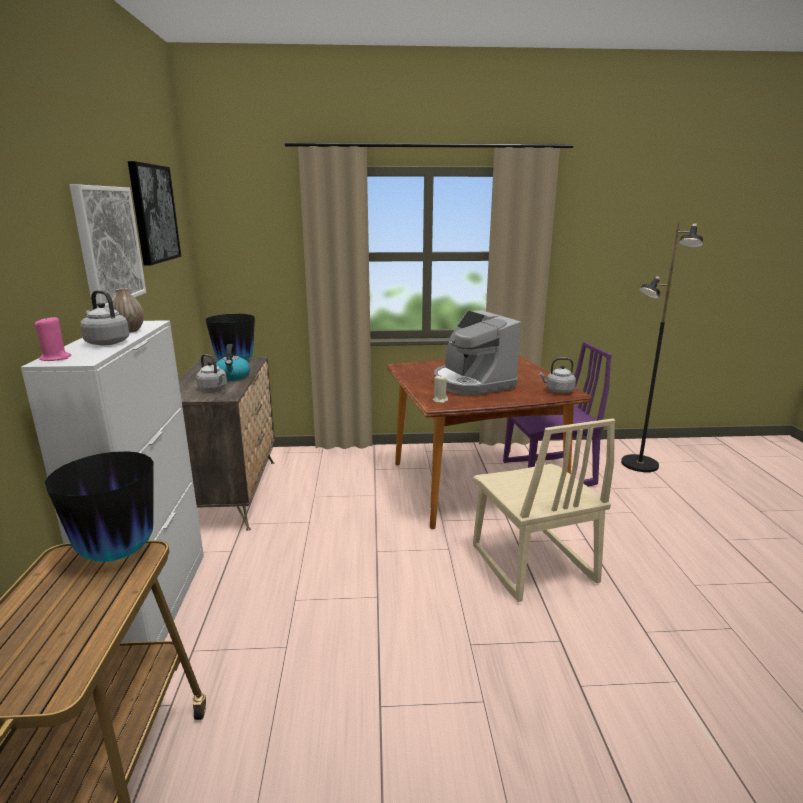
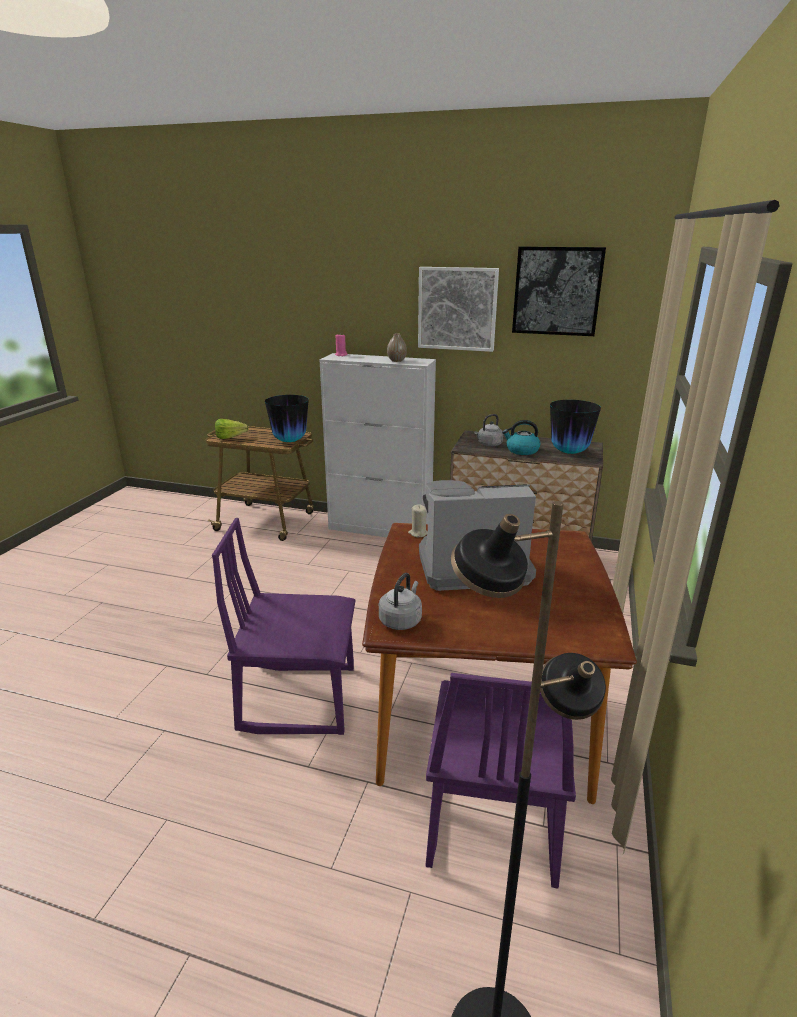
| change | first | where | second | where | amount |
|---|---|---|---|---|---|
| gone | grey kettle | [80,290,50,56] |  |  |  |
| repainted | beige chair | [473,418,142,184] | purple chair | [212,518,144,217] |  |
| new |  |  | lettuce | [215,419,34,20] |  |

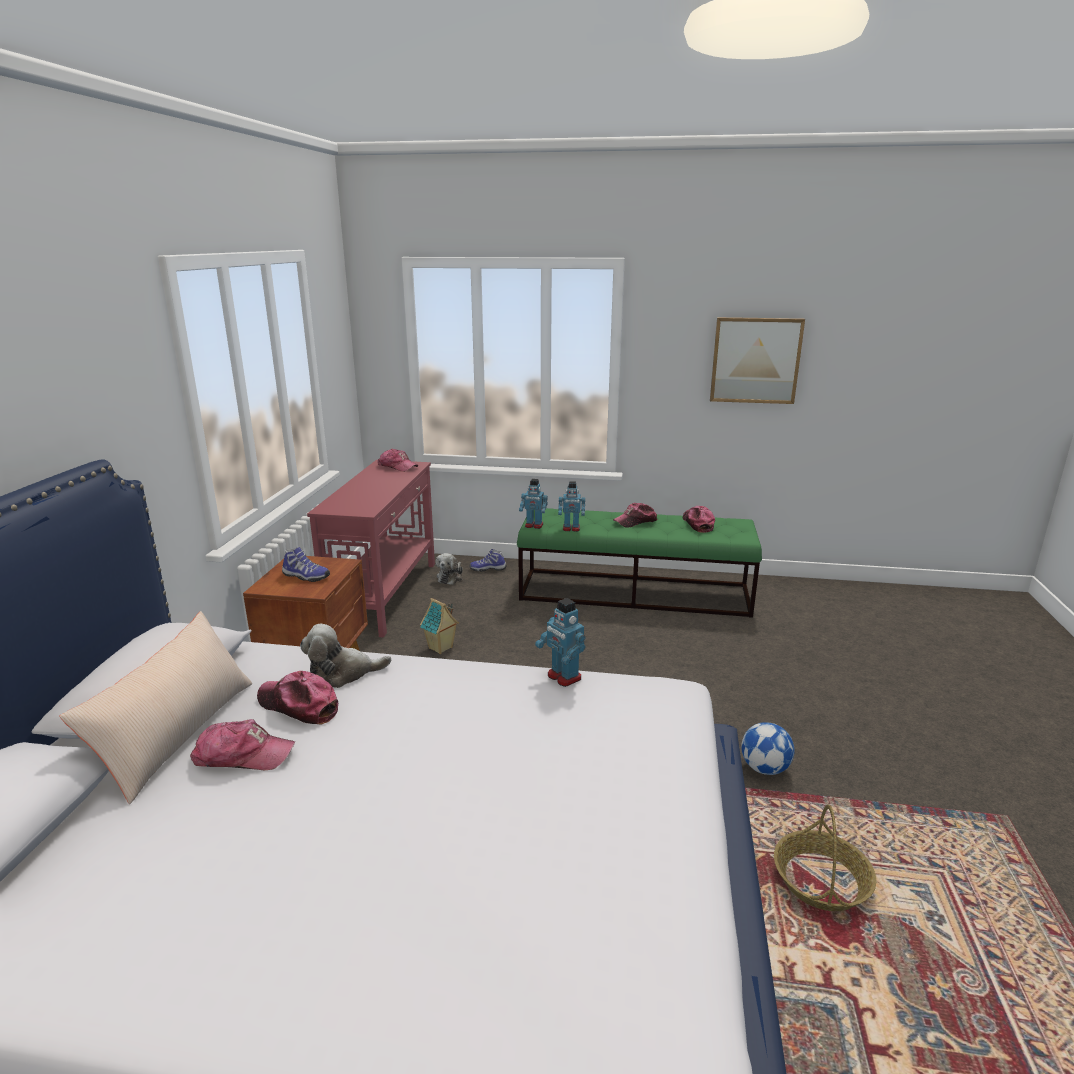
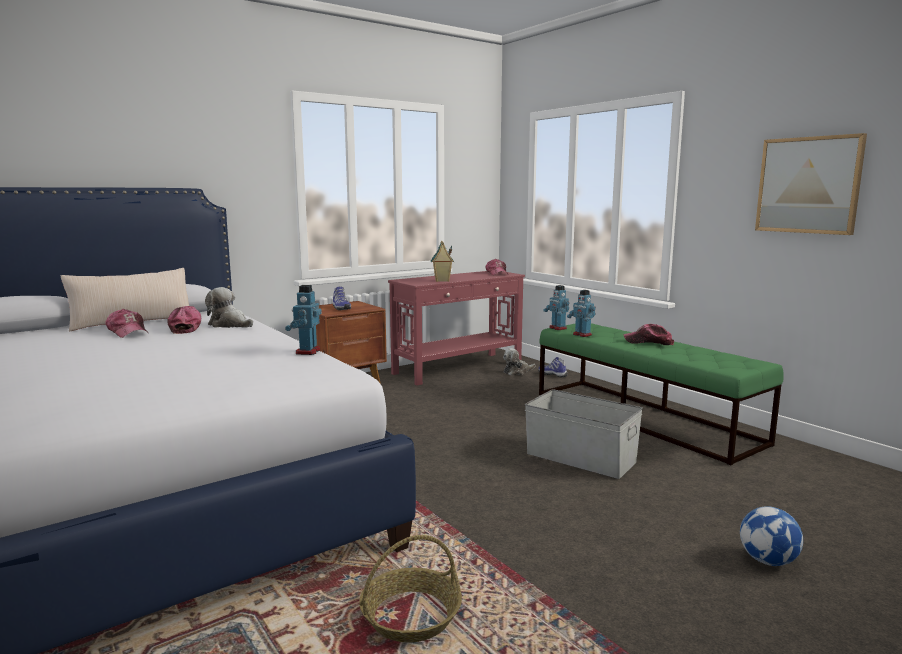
| change | first | where | second | where | amount |
|---|---|---|---|---|---|
| gone | cap | [683,506,32,27] |  |  |  |
| shifted | toy house | [420,598,39,56] |  | [431,241,23,41] |  |
| shifted | football | [741,722,54,53] |  | [740,506,63,60] |  |
| new |  |  | grey storage box | [525,389,118,90] |  |

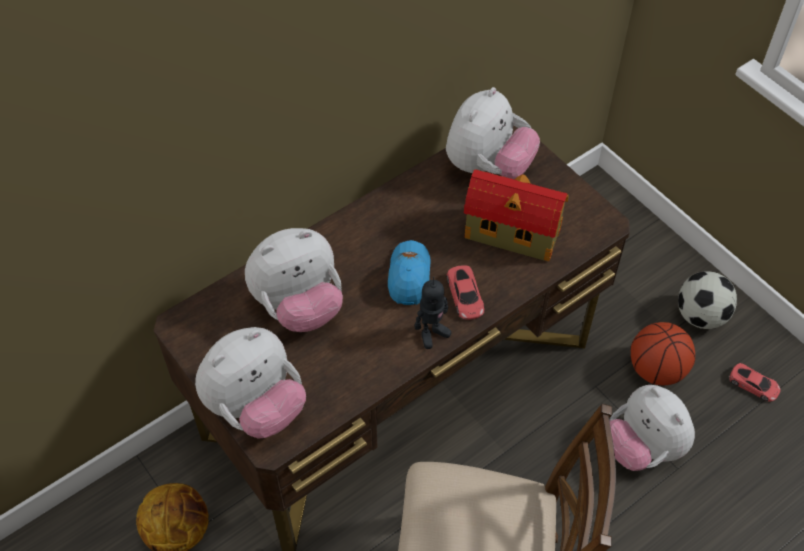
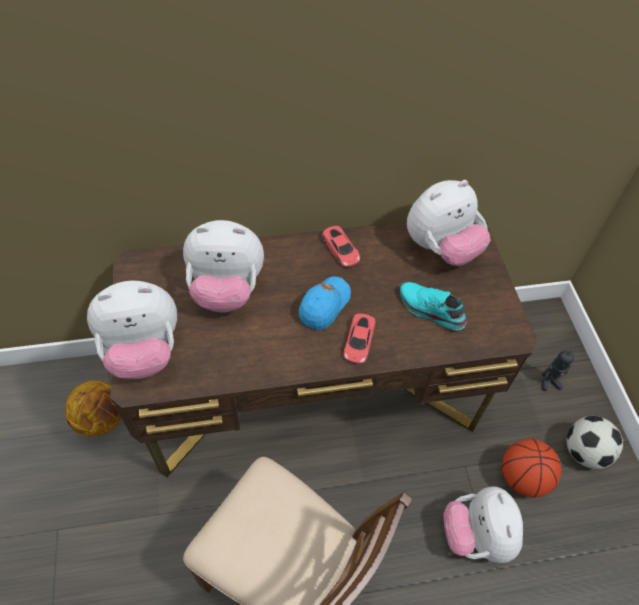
| change | first | where | second | where | amount |
|---|---|---|---|---|---|
| swapped | toy house | [464,169,104,92] | turquoise shoe | [400,282,67,48] |  |
| shifted | toy robot | [414,277,37,72] |  | [542,349,32,42] |  |
| shifted | red toy car | [729,363,51,39] |  | [322,226,38,41] |  |

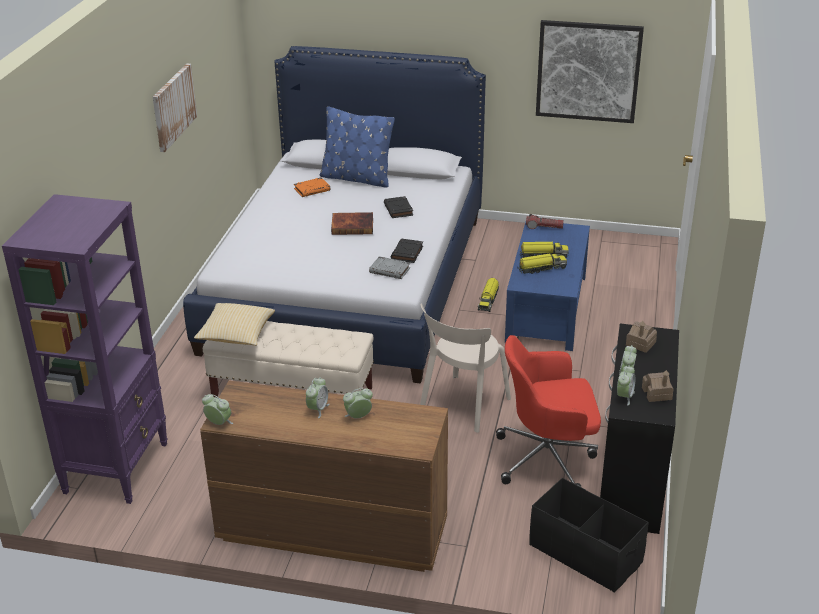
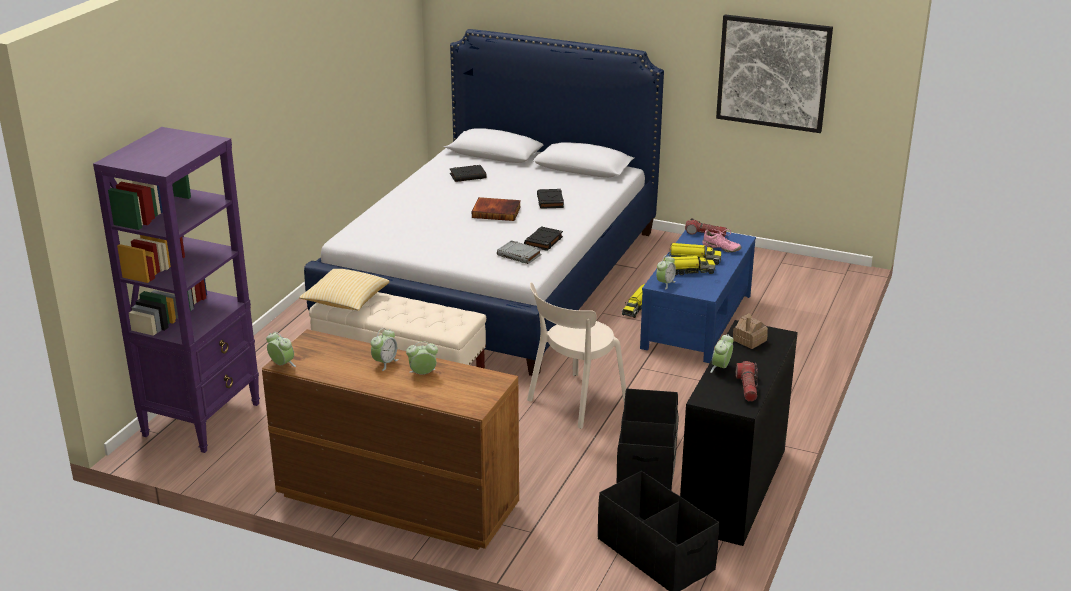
| change | first | where | second | where | amount |
|---|---|---|---|---|---|
| gone | picture | [153,63,44,89] |  |  |  |
| gone | blue pillow | [319,106,76,82] |  |  |  |
| repainted | orange book | [294,177,37,20] | black book | [450,165,37,17] |  |
| swapped | red office chair | [496,335,105,152] | black storage box | [616,388,62,103] |  |
| shifted | alarm clock | [617,365,18,40] |  | [656,255,20,34] |  |
| swapped | toy house | [642,370,32,32] | flashlight | [736,361,22,41] |  |
| new |  |  | pink shoe | [702,229,39,23] |  |

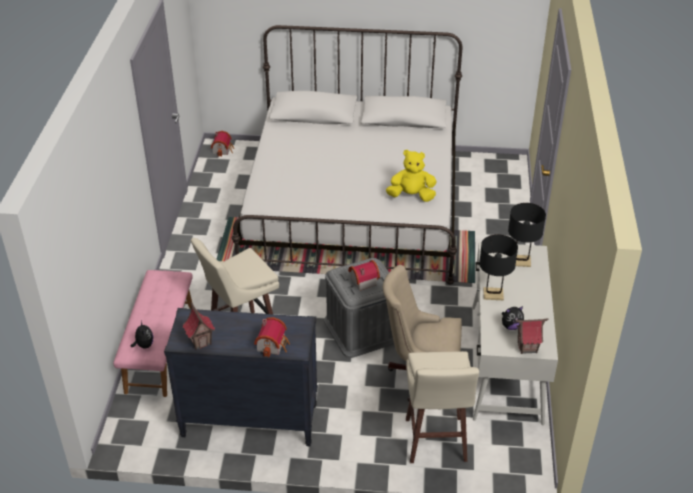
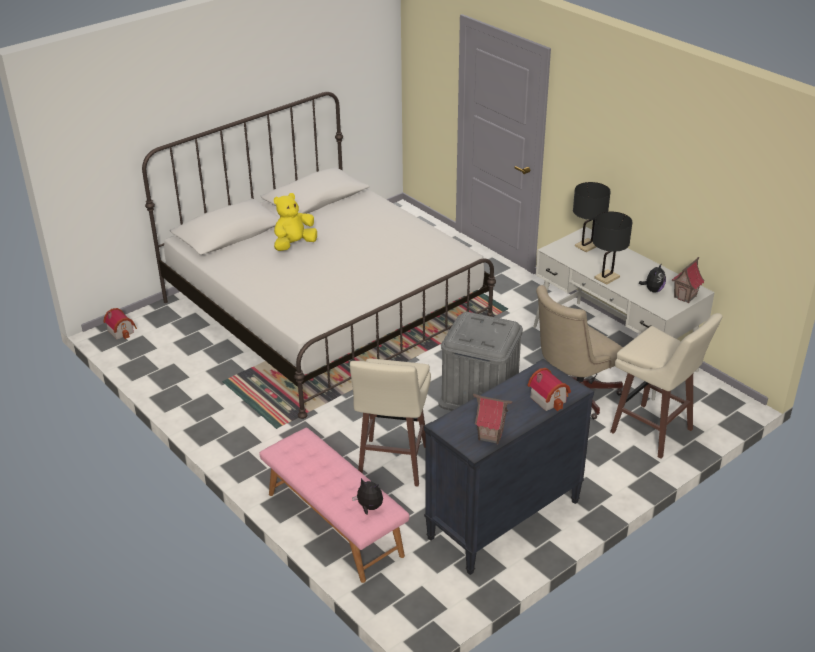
| change | first | where | second | where | amount |
|---|---|---|---|---|---|
| shifted | yellow plush toy | [386,150,50,52] |  | [274,193,43,58] |  |
| gone | toy house | [348,260,32,31] |  |  |  |

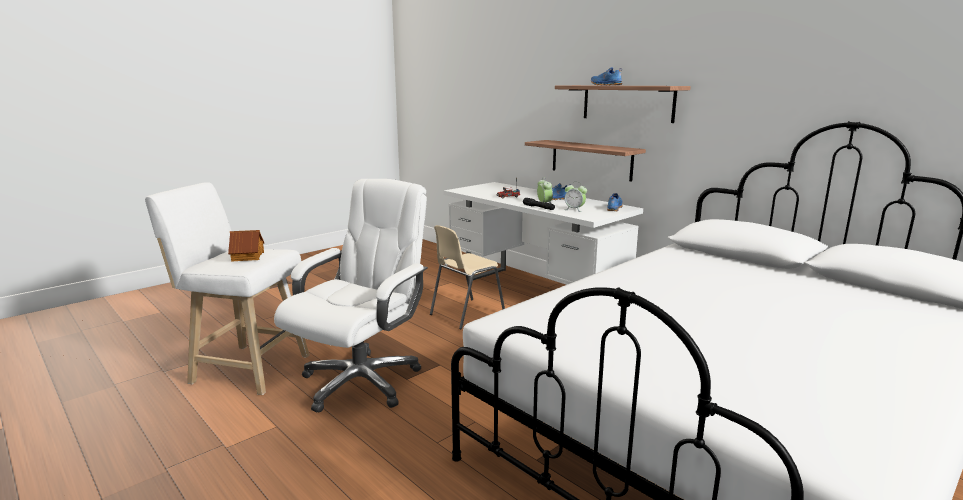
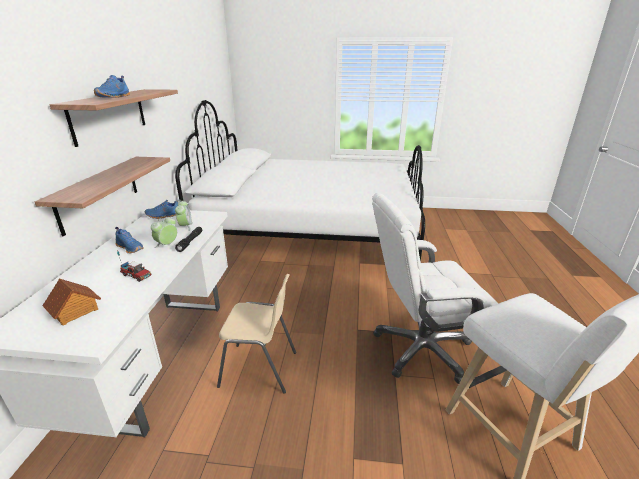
| change | first | where | second | where | amount |
|---|---|---|---|---|---|
| shifted | toy house | [228,230,36,32] |  | [42,278,59,47] |  |

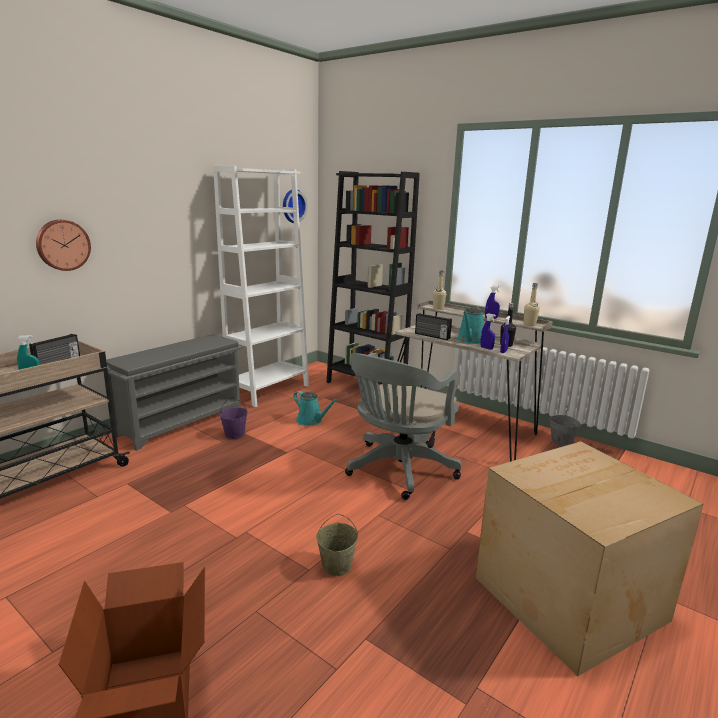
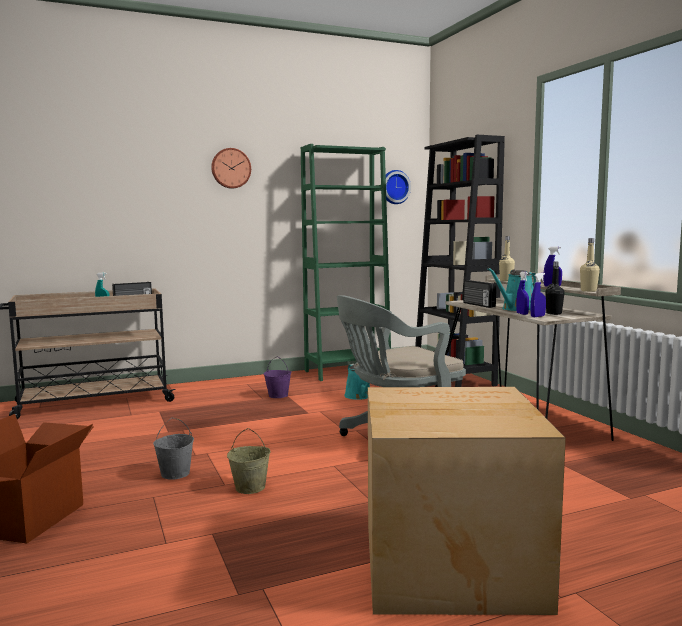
| change | first | where | second | where | amount |
|---|---|---|---|---|---|
| repainted | white bookcase | [213,166,96,241] | green bookcase | [301,144,90,237] |  |
| shifted | wall clock | [36,220,55,51] |  | [211,148,40,40] |  |
| gone | grey shoe rack | [103,334,140,117] |  |  |  |
| shifted | grey bucket | [549,406,32,41] |  | [153,418,41,61] |  |

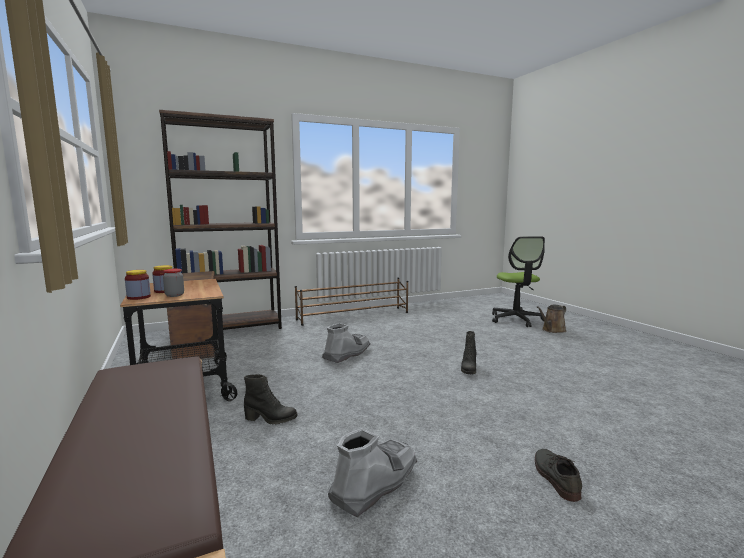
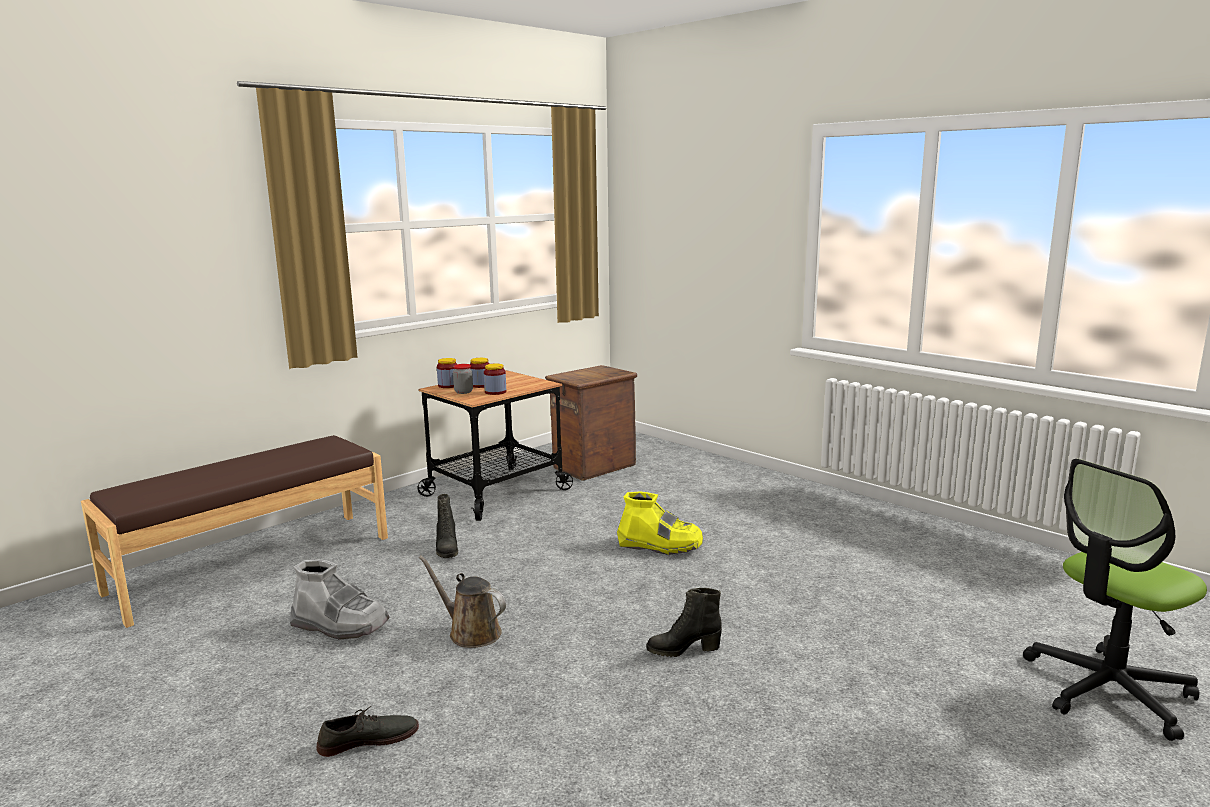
| change | first | where | second | where | amount |
|---|---|---|---|---|---|
| gone | brown bookcase | [159,110,123,220] |  |  |  |
| gone | brown shoe rack | [295,278,113,48] |  |  |  |
| shifted | brown watering can | [537,305,30,28] |  | [419,555,87,93] |  |
| repainted | grey boot | [322,323,48,40] | yellow boot | [617,491,86,64] |  |
| new |  |  | jar | [484,363,22,32] |  |

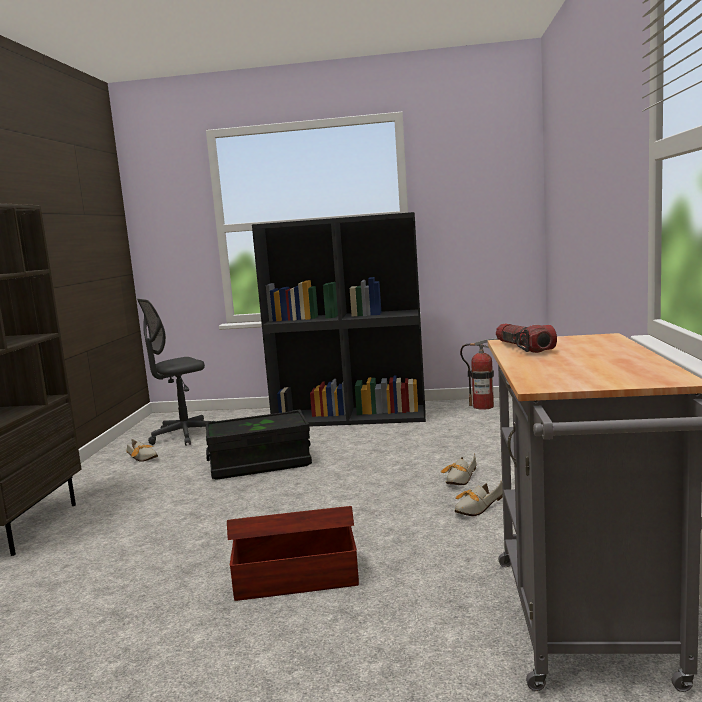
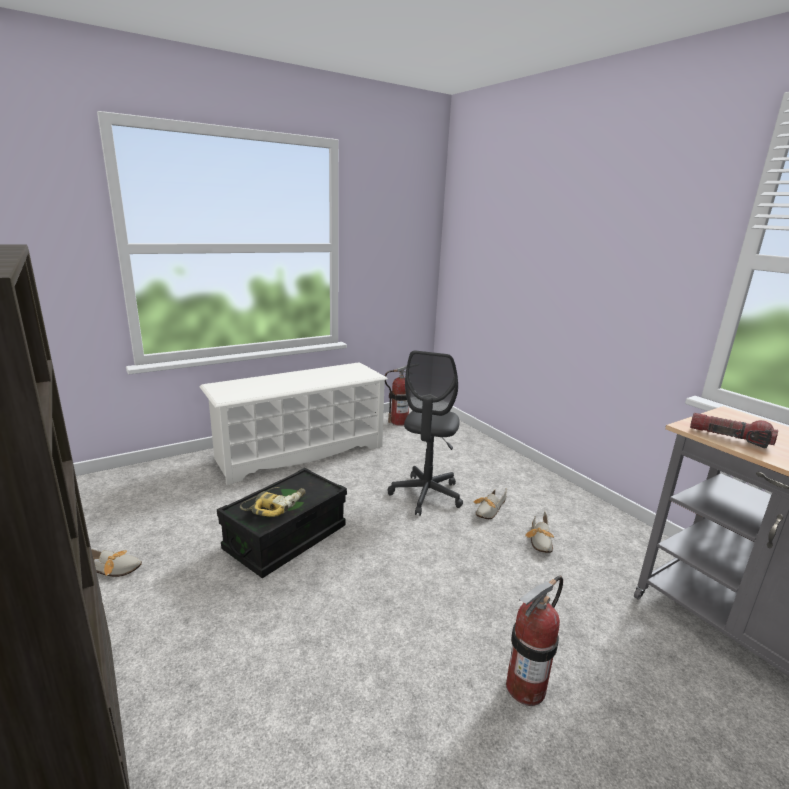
| change | first | where | second | where | amount |
|---|---|---|---|---|---|
| swapped | black bookcase | [252,212,174,215] | white shoe rack | [200,362,188,123] |  |
| shifted | grey office chair | [137,299,72,147] |  | [388,351,75,165] |  |
| rotated | shoe | [441,453,35,32] |  | [473,489,34,30] | 45 degrees clockwise |
| swapped | brown storage box | [227,506,132,95] | fire extinguisher | [506,576,57,130] |  |
| new |  |  | power drill | [240,487,65,30] |  |

